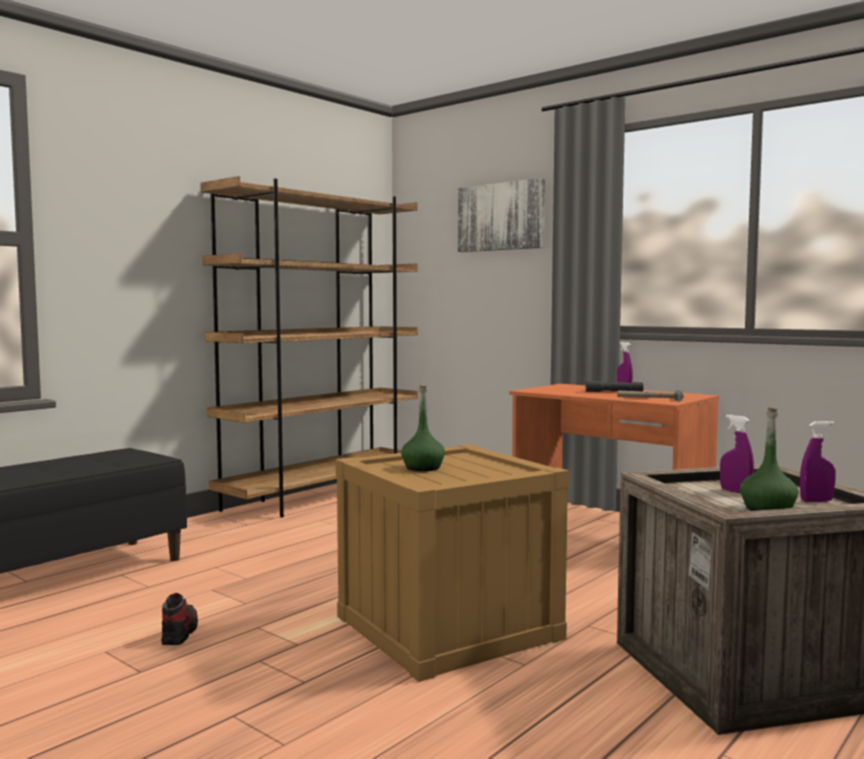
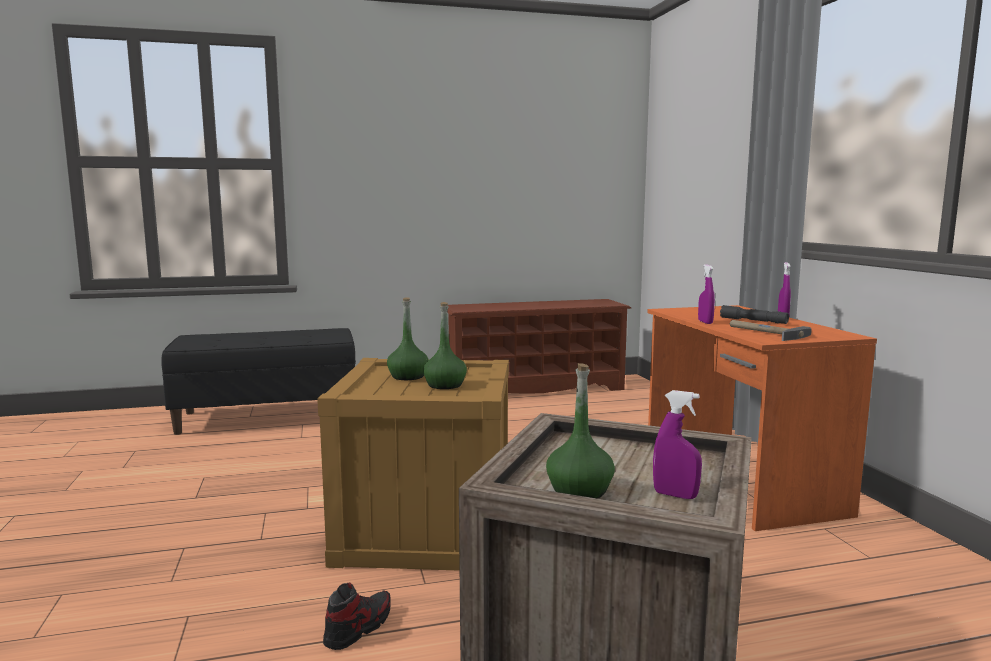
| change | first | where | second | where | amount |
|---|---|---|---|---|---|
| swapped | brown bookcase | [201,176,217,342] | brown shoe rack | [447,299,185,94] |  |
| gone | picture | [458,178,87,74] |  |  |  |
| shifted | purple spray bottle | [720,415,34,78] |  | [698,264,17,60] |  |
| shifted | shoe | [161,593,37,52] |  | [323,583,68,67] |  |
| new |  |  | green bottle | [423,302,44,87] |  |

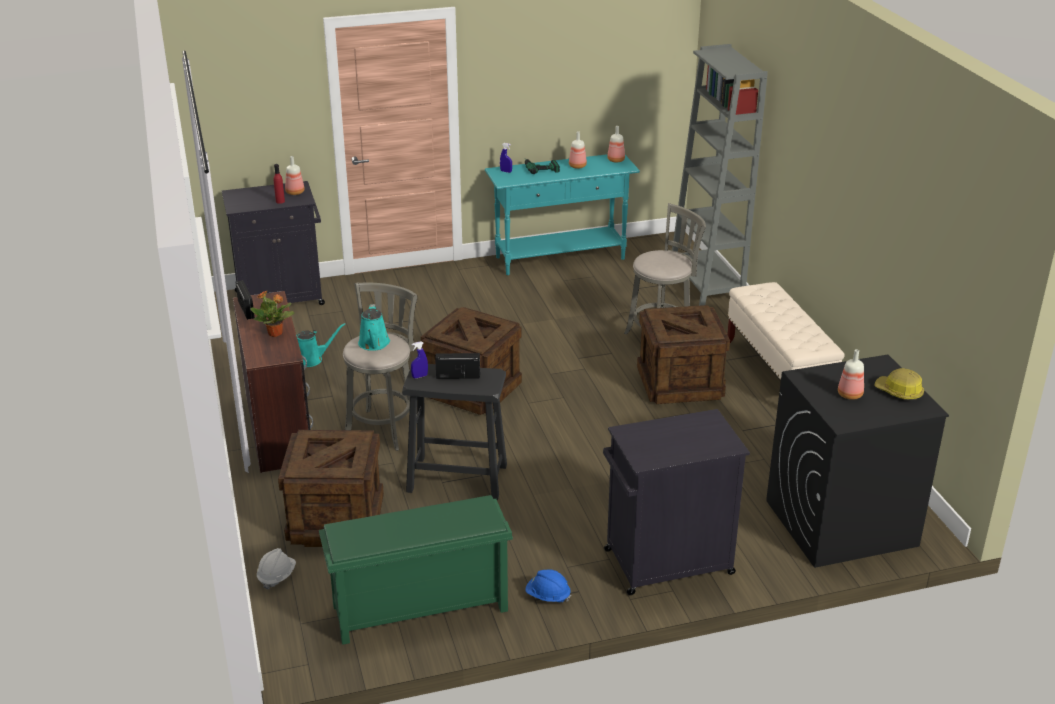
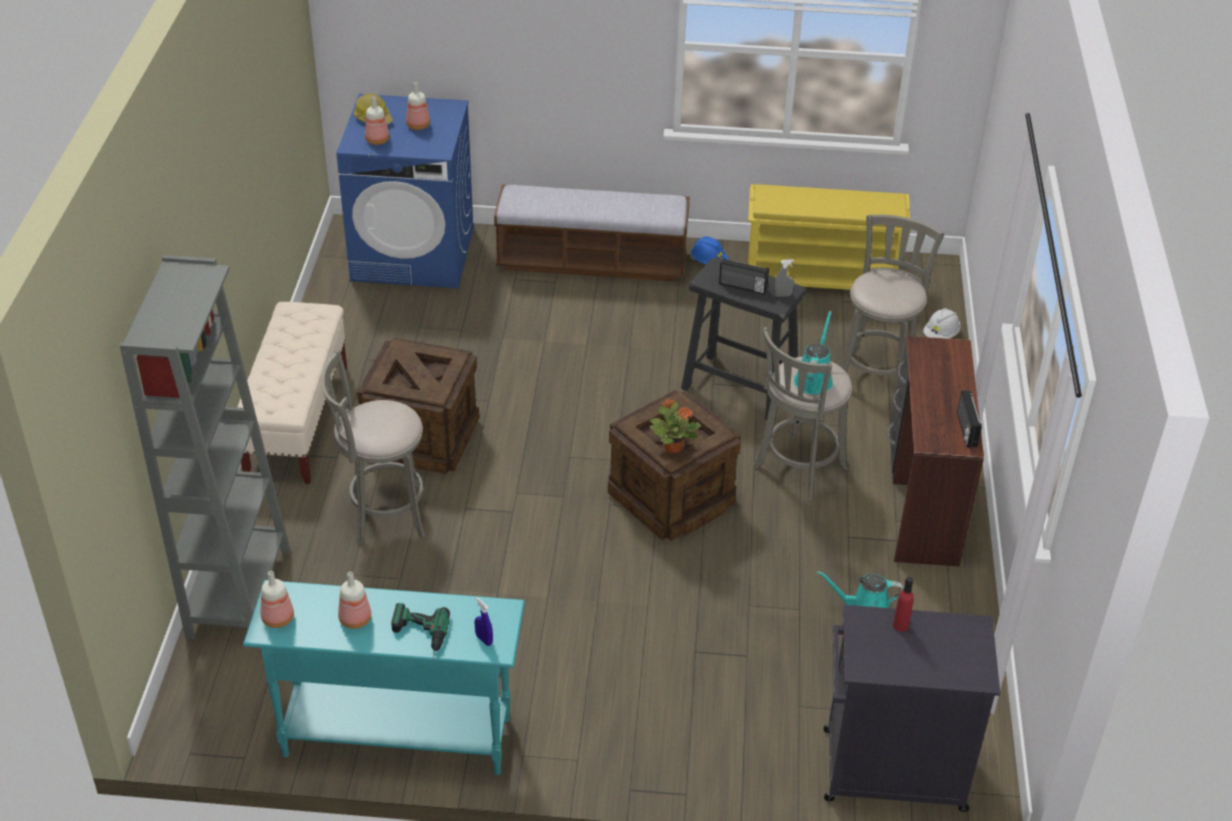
| change | first | where | second | where | amount |
|---|---|---|---|---|---|
| shifted | bottle | [285,156,20,39] |  | [365,96,24,49] |  |
| shifted | potted plant | [250,291,45,46] |  | [650,399,51,54] |  |
| repainted | blue spray bottle | [411,341,17,37] | grey spray bottle | [774,259,20,38] |  |
| repainted | black washing machine | [766,355,183,213] | blue washing machine | [336,94,137,194] |  |
| swapped | black cabinet | [603,409,147,186] | bench | [494,185,196,96] |  |
| swapped | crate | [278,430,106,117] | grey stool | [841,215,103,176] |  |
| repainted | green shoe rack | [319,495,194,150] | yellow shoe rack | [748,184,163,106] |  |

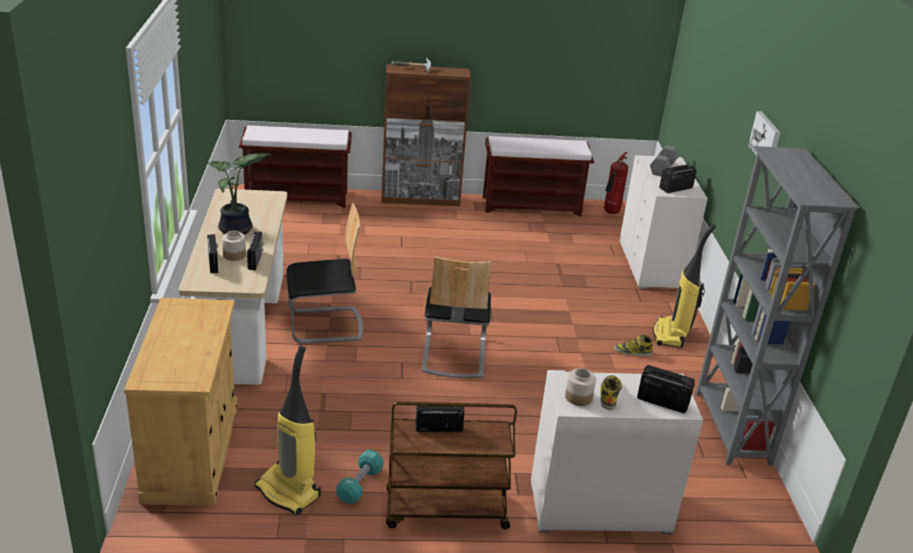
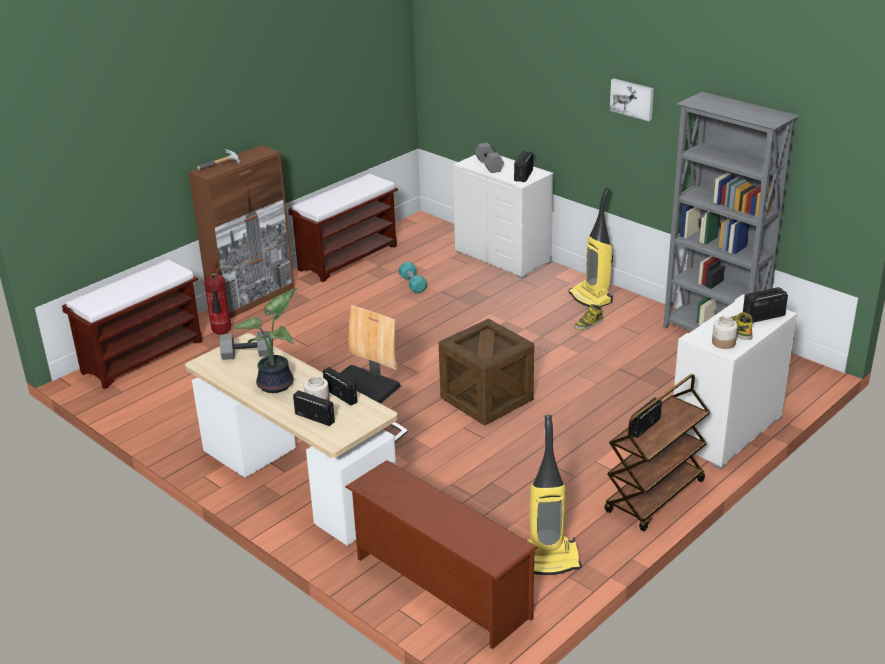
| change | first | where | second | where | amount |
|---|---|---|---|---|---|
| shifted | fire extinguisher | [604,152,24,62] |  | [204,262,27,73] |  |
| swapped | chair | [421,256,70,122] | crate | [439,319,95,107] |  |
| swapped | beige cabinet | [124,298,114,208] | brown shoe rack | [345,460,193,189] |  |
| shifted | turquoise dumbbell | [336,449,47,55] |  | [399,262,28,31] |  |
| new |  |  | grey dumbbell | [219,331,52,29] |  |

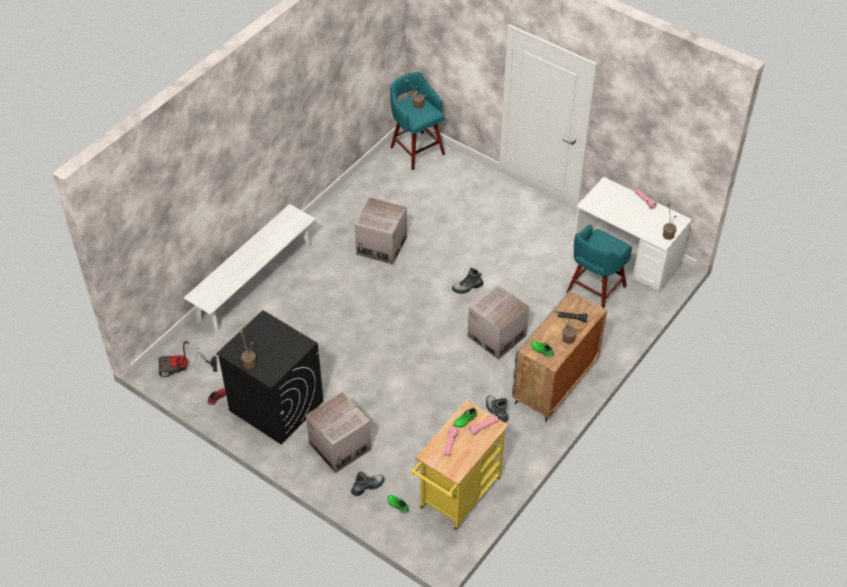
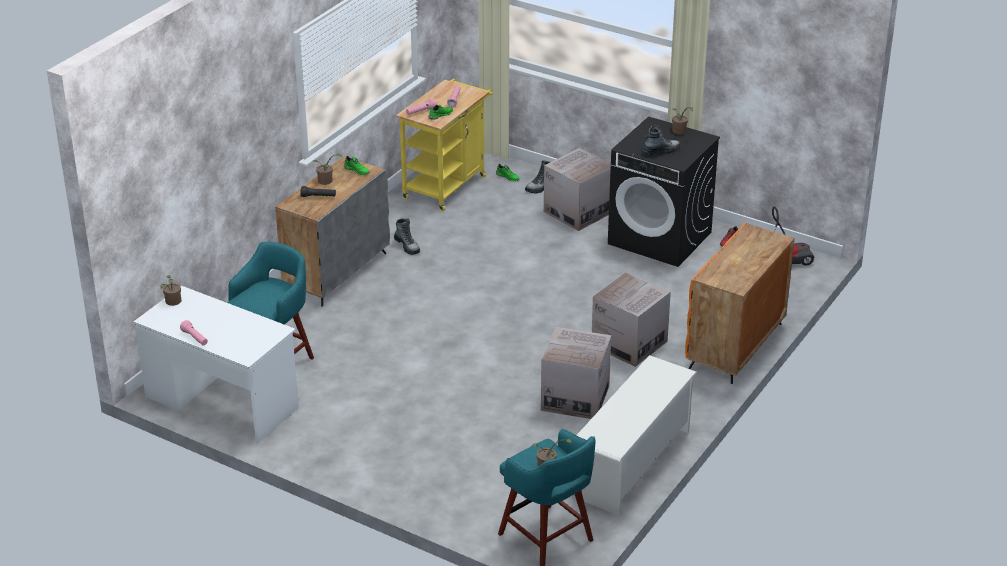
| change | first | where | second | where | amount |
|---|---|---|---|---|---|
| swapped | white bench | [184,204,132,130] | orange cabinet | [685,222,110,162] |  |
| shifted | boot | [452,268,32,26] |  | [641,125,39,30] |  |
| shifted | cardboard box | [467,284,62,76] |  | [592,272,79,95] |  |
| new |  |  | white shoe rack | [570,355,127,160] |  |

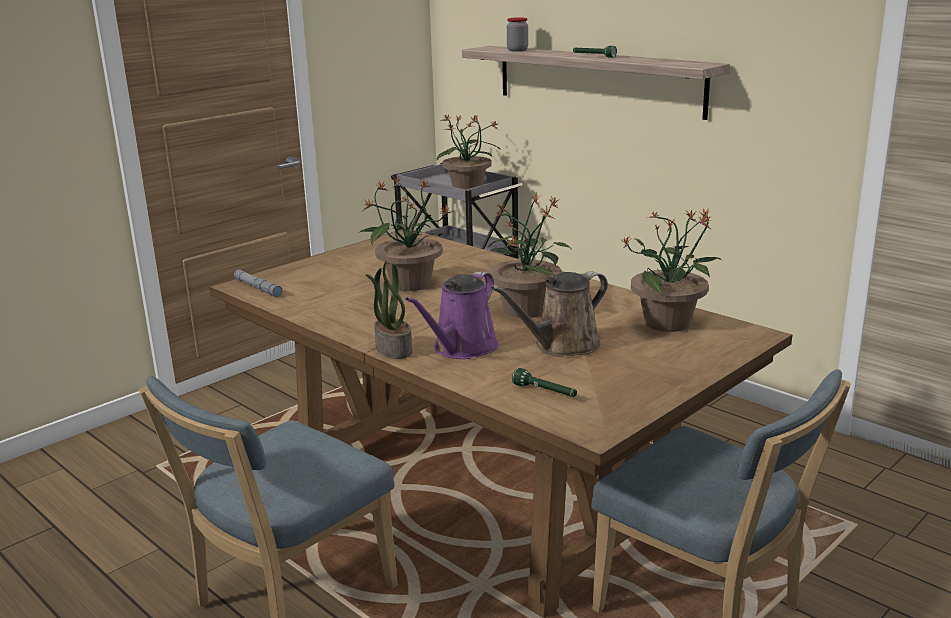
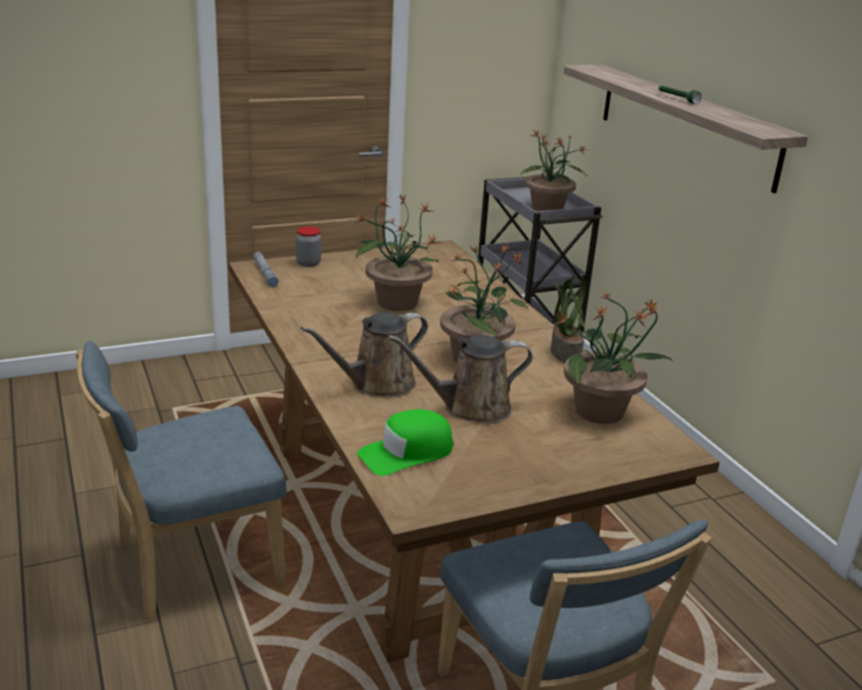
| change | first | where | second | where | amount |
|---|---|---|---|---|---|
| shifted | jar | [507,17,21,35] |  | [296,226,25,41] |  |
| shifted | potted plant | [365,261,47,98] |  | [551,274,35,89] |  |
| repainted | purple watering can | [405,271,94,88] | brown watering can | [301,312,127,85] |  |
| swapped | green flashlight | [512,368,65,29] | green cap | [357,409,96,67] |  |

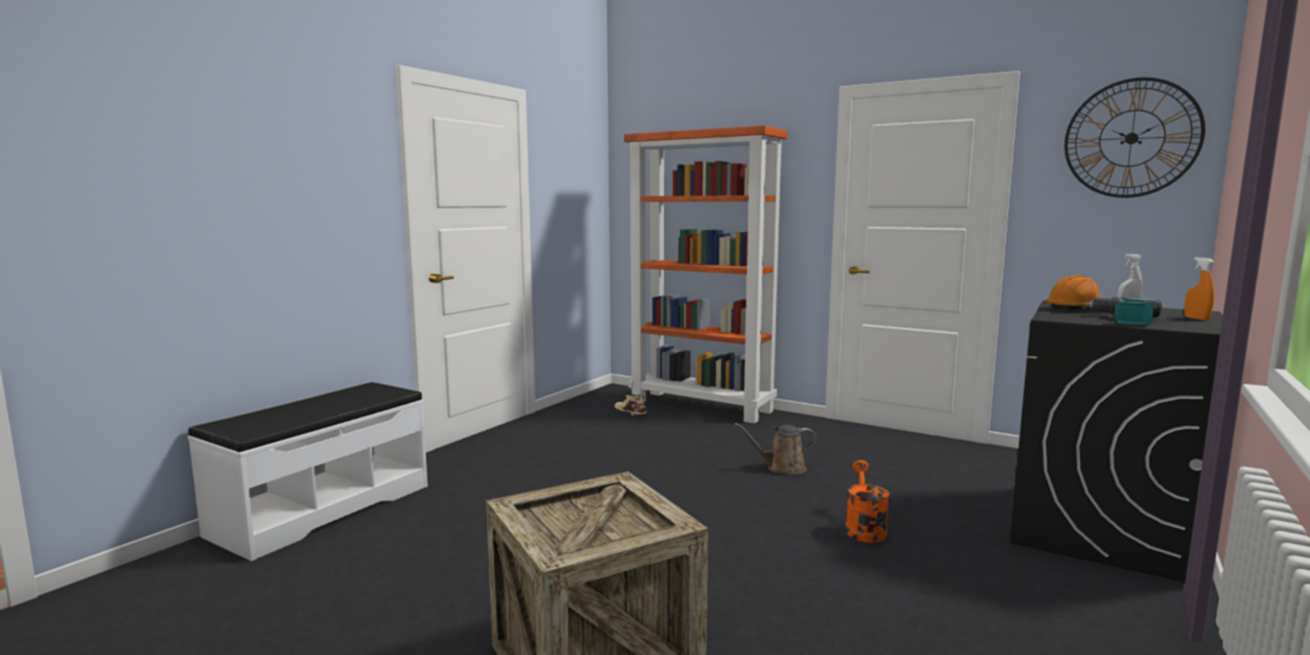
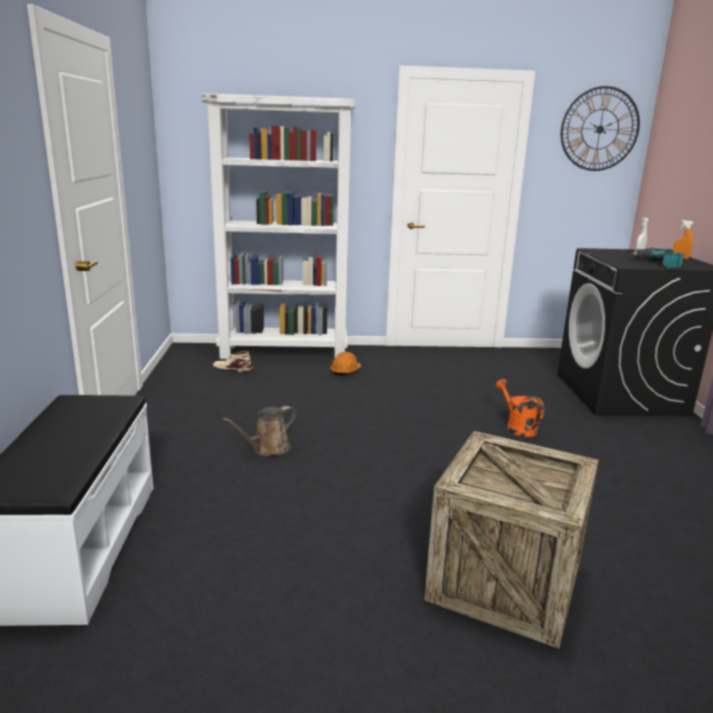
| change | first | where | second | where | amount |
|---|---|---|---|---|---|
| repainted | orange bookcase | [624,125,164,298] | white bookcase | [202,93,154,266] |  |
| shifted | orange hard hat | [1046,275,54,36] |  | [330,352,31,23] |  |
| shifted | brown watering can | [734,423,82,52] |  | [222,406,74,50] |  |

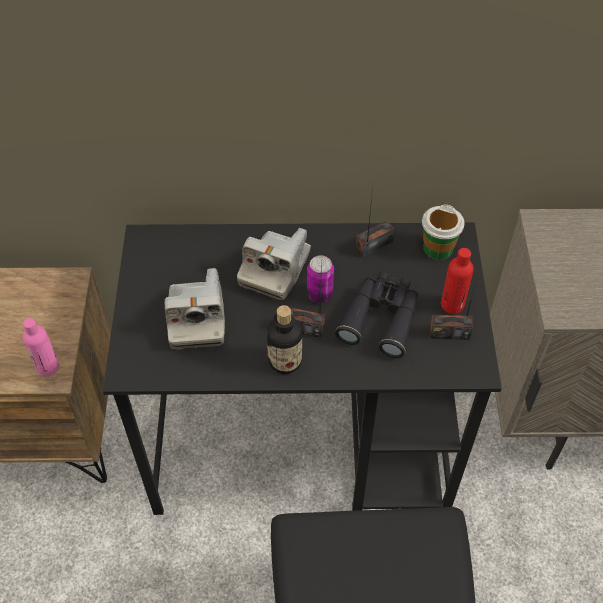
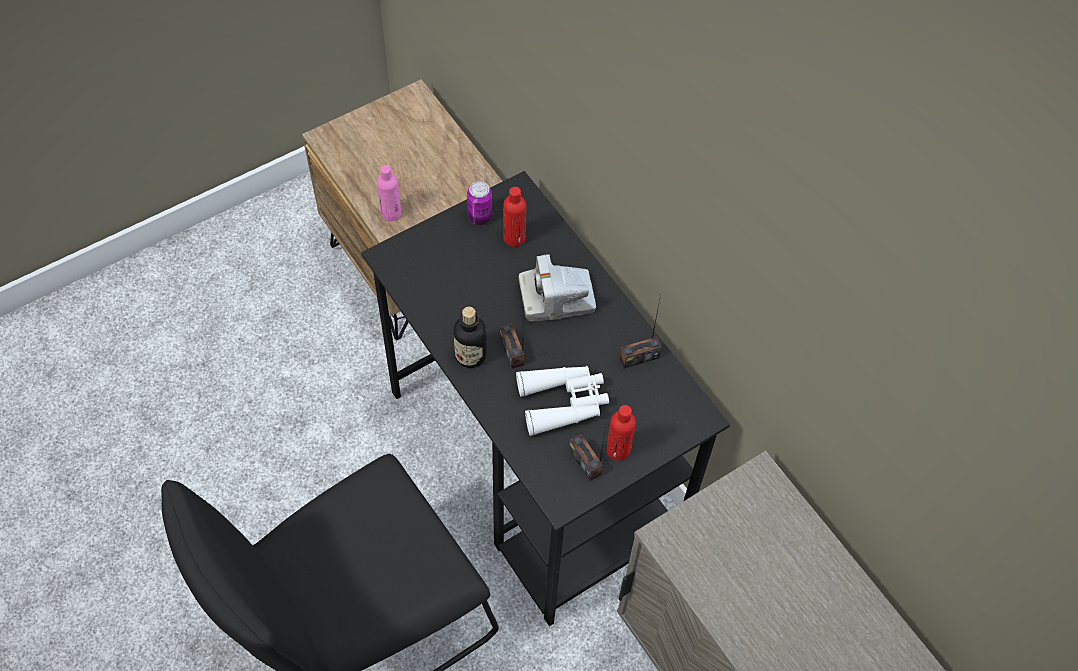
| change | first | where | second | where | amount |
|---|---|---|---|---|---|
| rotated | radio | [356,187,38,70] |  | [619,295,43,74] | 135 degrees clockwise |
| gone | cup | [422,205,43,55] |  |  |  |
| shifted | can | [307,255,27,48] |  | [467,181,25,44] |  |
| gone | photo camera | [165,268,60,81] |  |  |  |
| repainted | black binoculars | [335,272,83,86] | white binoculars | [516,366,93,70] |  |
| new |  |  | red bottle | [503,187,23,60] |  |

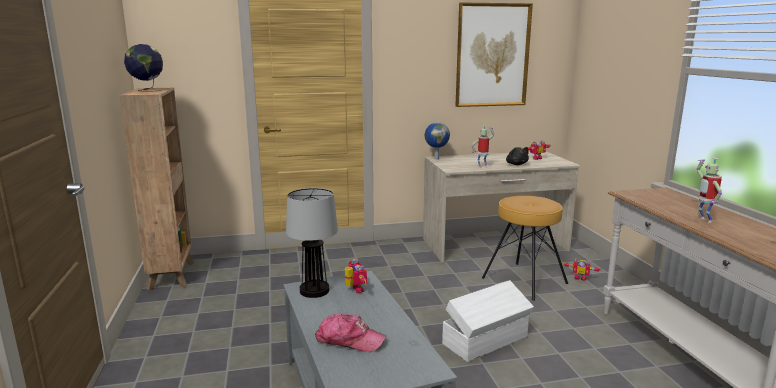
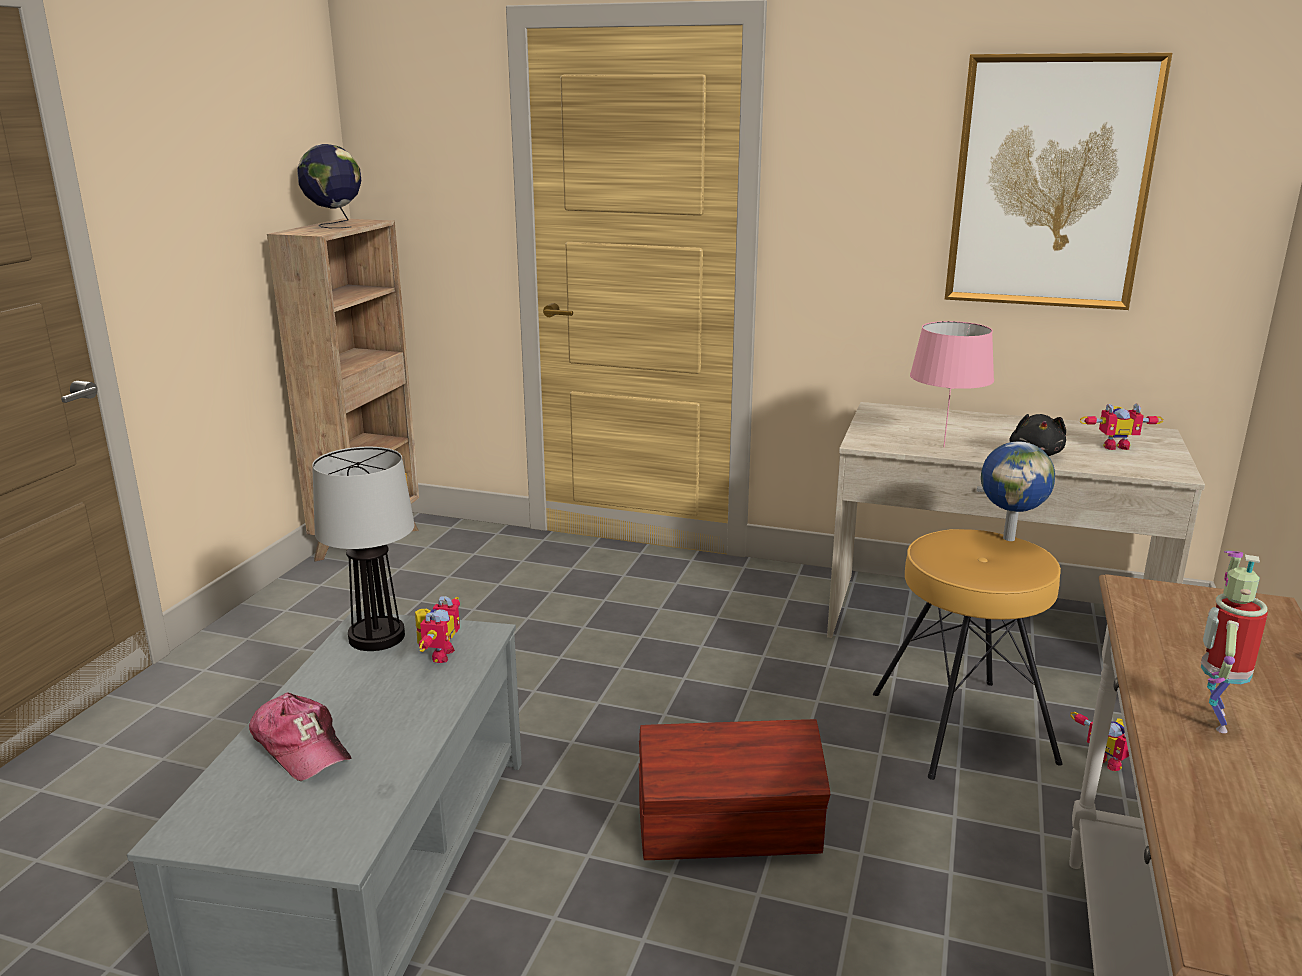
| change | first | where | second | where | amount |
|---|---|---|---|---|---|
| shifted | globe | [425,122,25,37] |  | [981,441,74,100] |  |
| swapped | toy robot | [472,125,22,43] | pink table lamp | [910,321,84,127] |  |
| repainted | white storage box | [442,280,92,82] | brown storage box | [639,719,191,141] |  |

